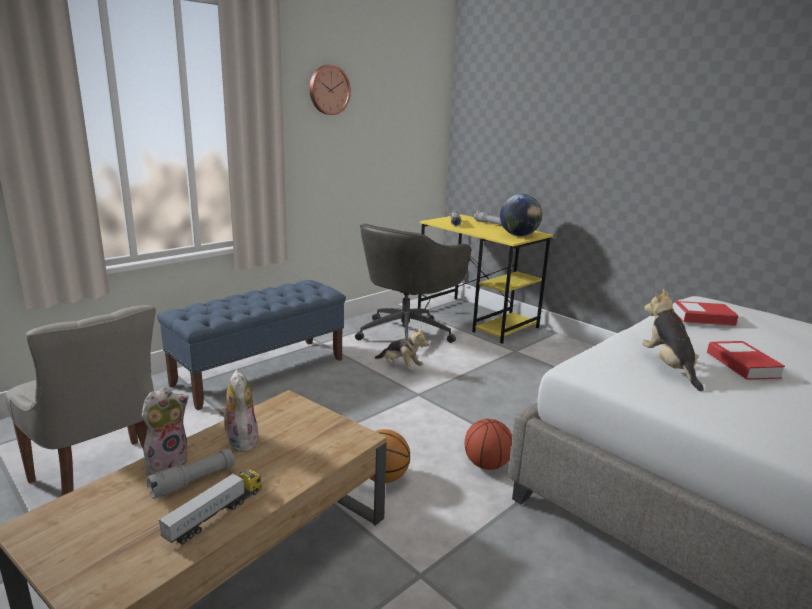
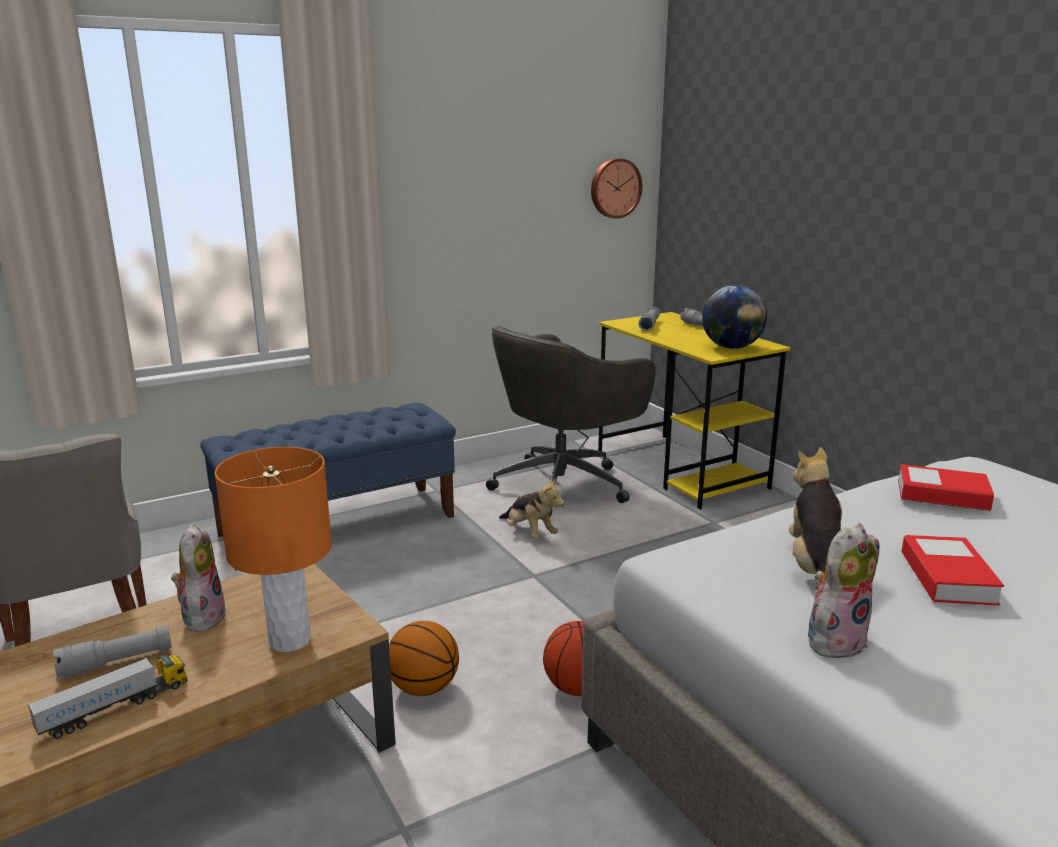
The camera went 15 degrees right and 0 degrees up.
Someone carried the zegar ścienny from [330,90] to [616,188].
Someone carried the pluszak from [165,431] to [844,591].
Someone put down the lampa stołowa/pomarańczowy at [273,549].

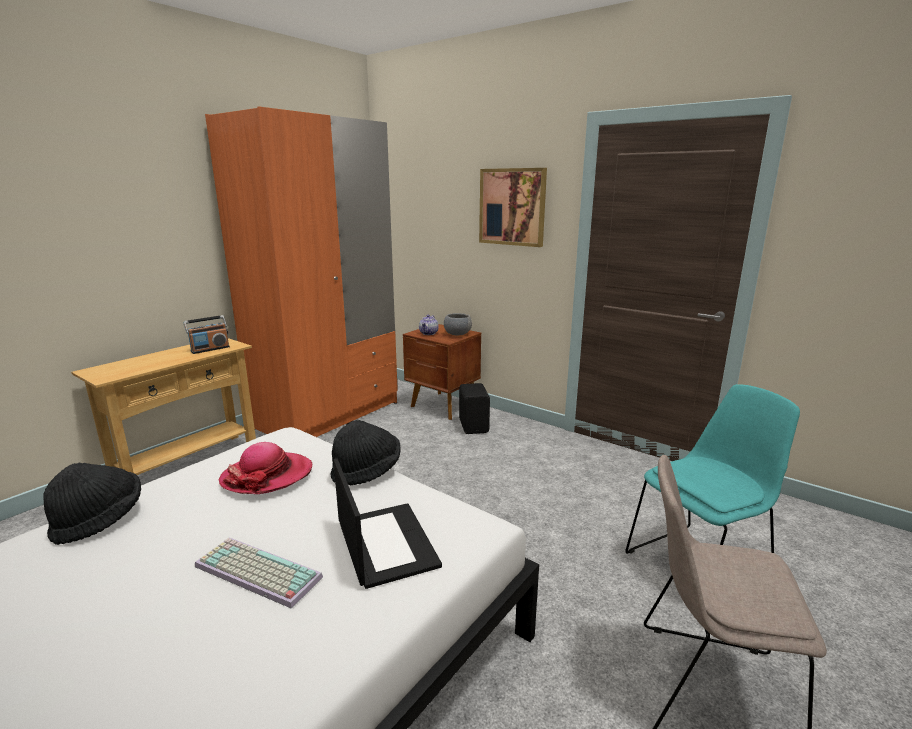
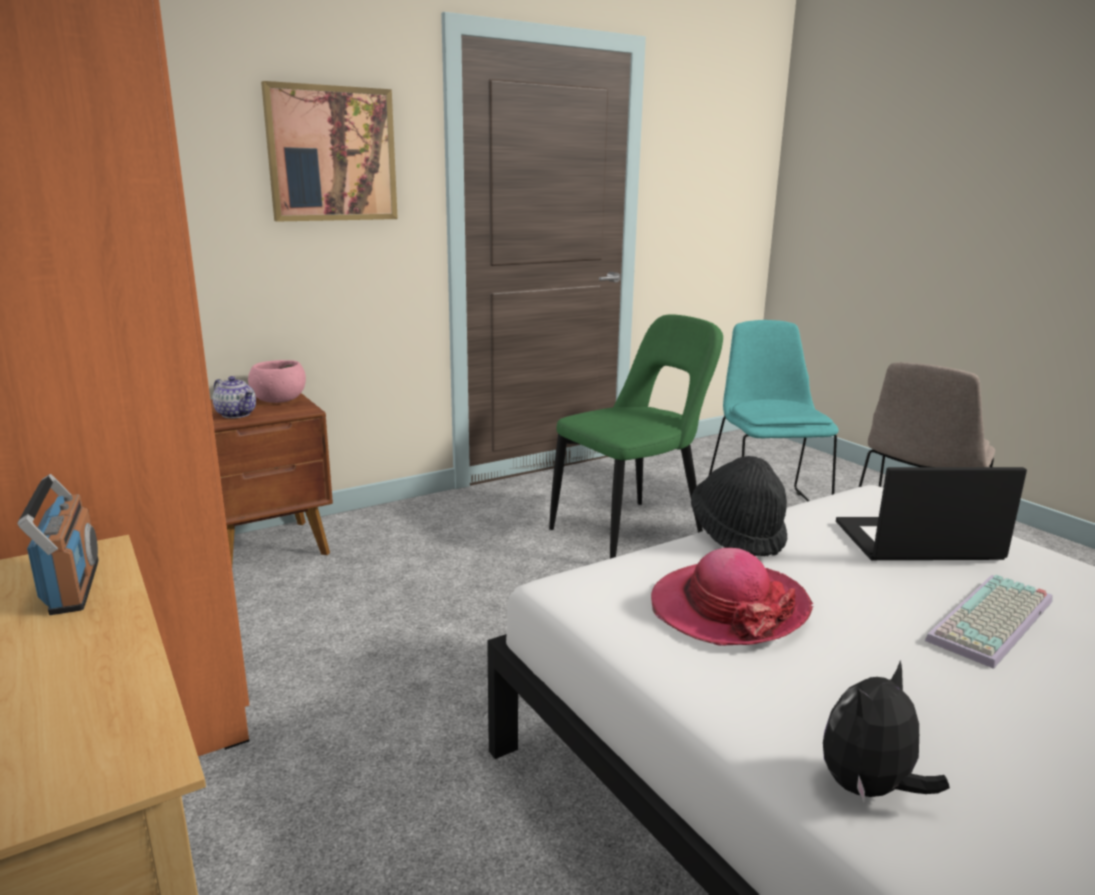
The camera went 70 degrees left and 0 degrees up.
Someone repainted the miska/szary at [458,324], which became the miska/różowy at [277,381].
Someone took away the głośnik/czarny at [474,408].
Someone swapped the kapelusz/czarny at [92,504] for the pluszak at [886,732].
Someone put down the krzesło/zielony at [636,436].

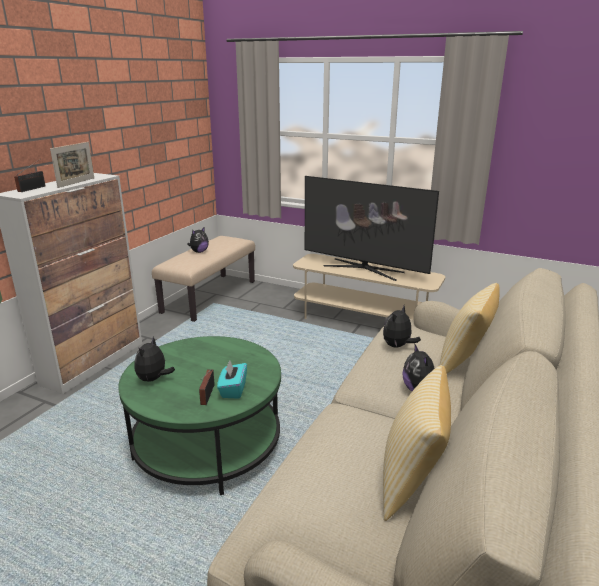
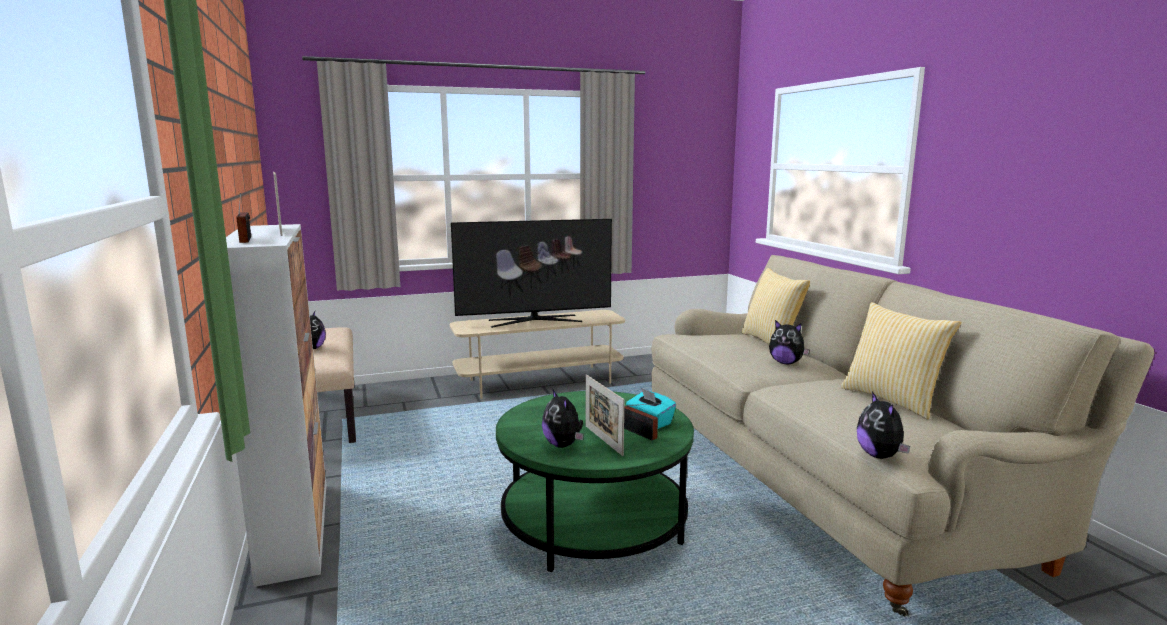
The camera went 45 degrees left and 10 degrees down.
Someone carried the pluszak from [402,327] to [883,425].
Someone put down the ramka na zdjęcie at [604,415].

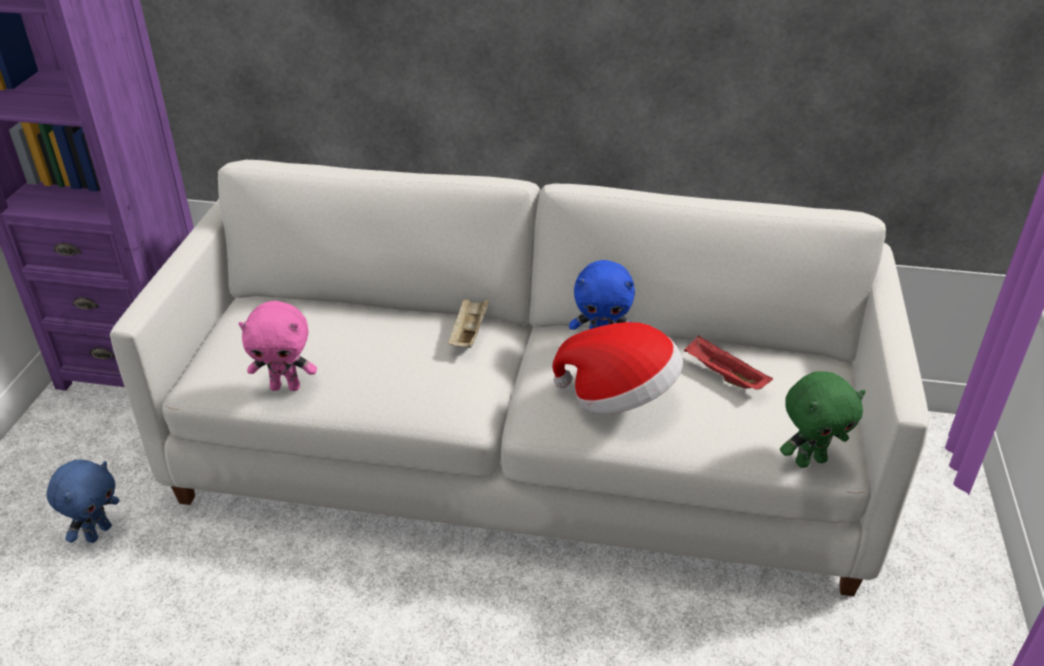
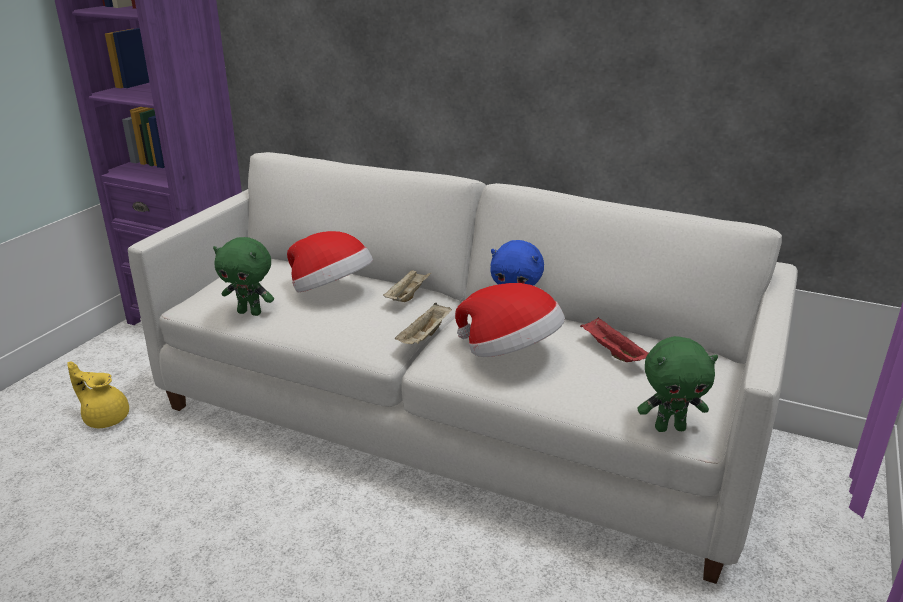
The camera went 15 degrees right and 10 degrees down.
Someone repainted the pluszak/różowy at [278,346], which became the pluszak/zielony at [243,276].
Someone swapped the pluszak/niebieski at [83,501] for the imbryk/żółty at [98,394].
Someone put down the kapelusz at [330,261].
Someone put down the taca/beżowy at [423,323].

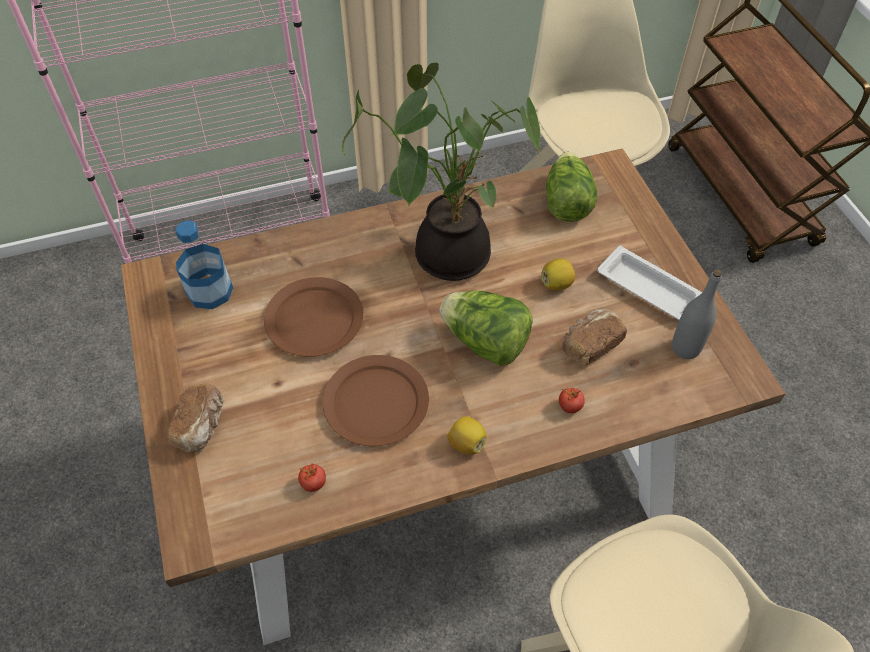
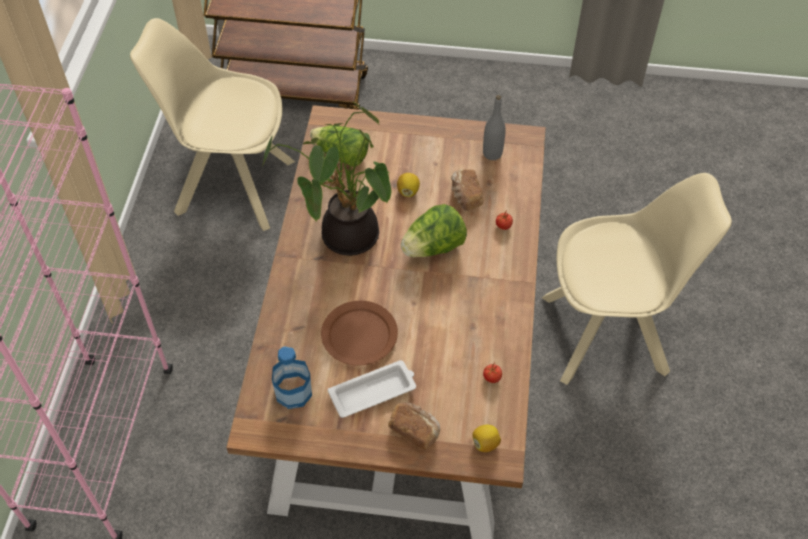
The camera went 65 degrees left and 0 degrees up.
Someone carried the taca/biały from [649,282] to [372,389].
Someone took away the talerz/brązowy at [376,401].
Someone carried the cytryna from [467,435] to [486,438].

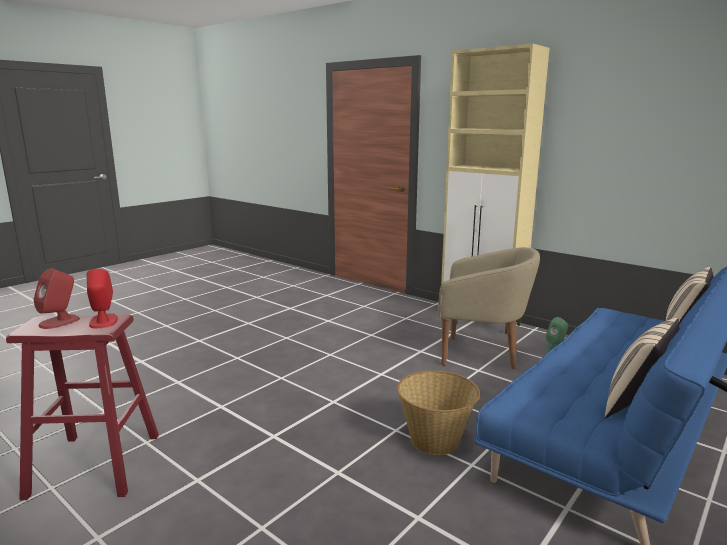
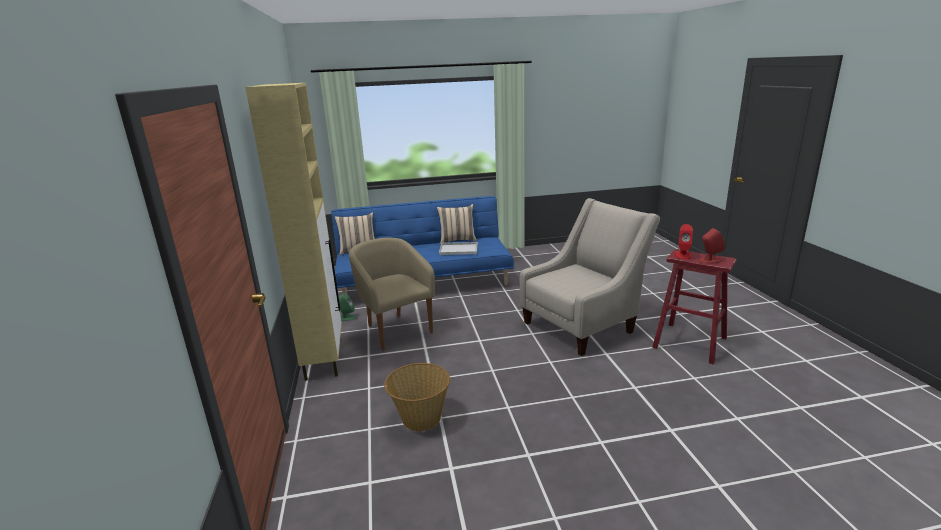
The camera went 140 degrees left and 5 degrees up.
Someone carried the koszyk from [438,412] to [417,397].
Someone put down the fotel/beżowy at [590,277].
Someone put down the taca/biały at [458,248].

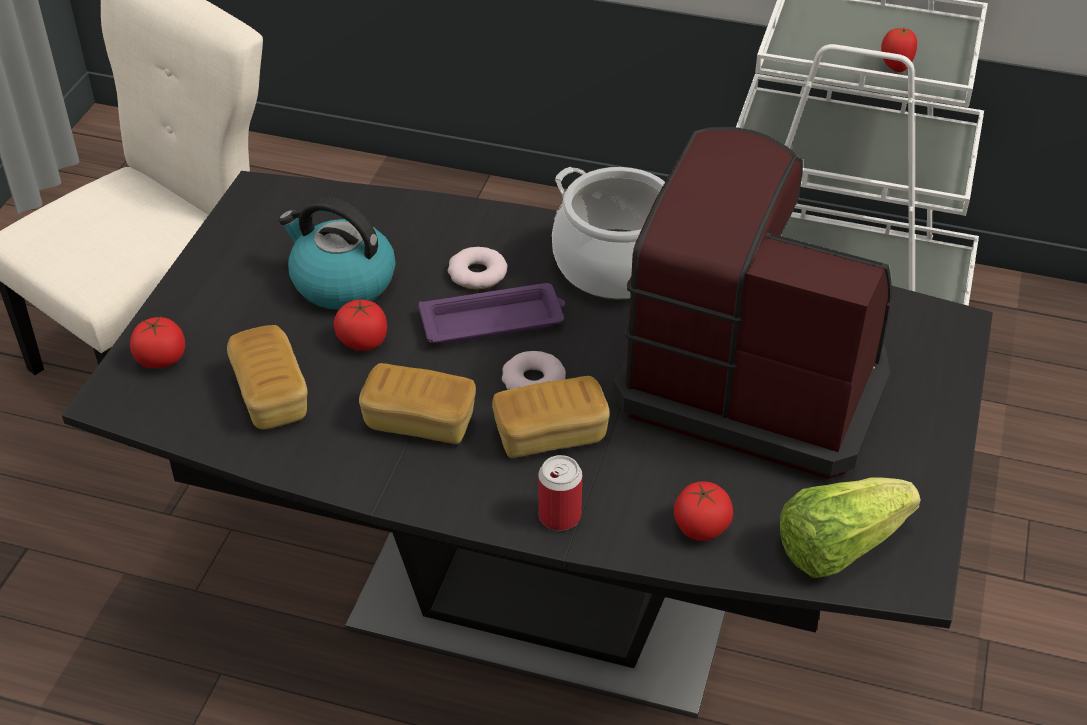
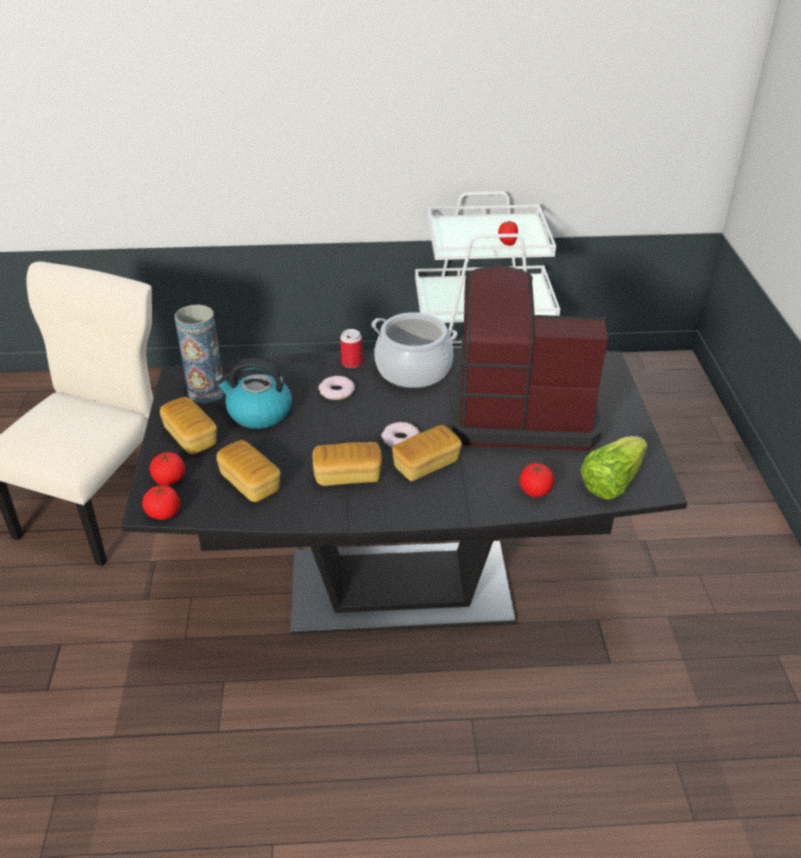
The camera went 20 degrees left and 5 degrees down.
Someone took away the taca/fioletowy at [491,313].
Someone carried the pomidor from [360,325] to [161,502].
Someone carried the puszka from [560,493] to [351,348].
Someone put down the wazon at [200,354].
Someone put down the chleb at [188,425].

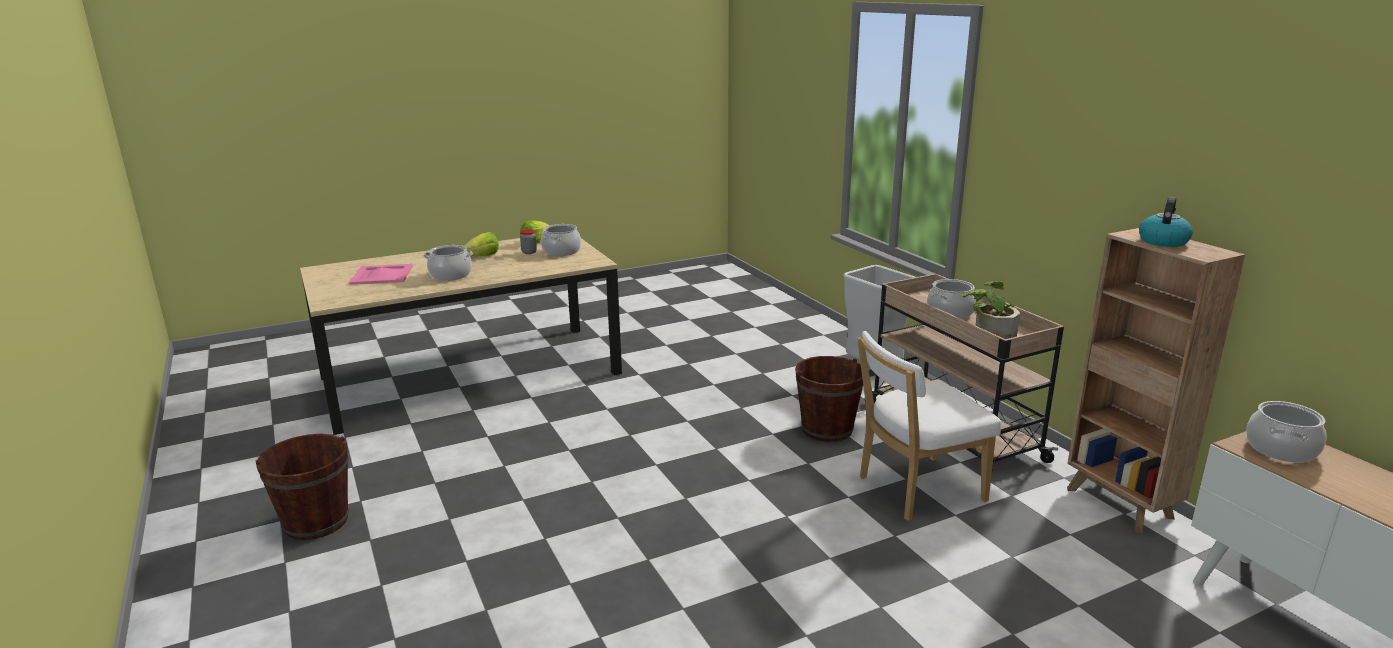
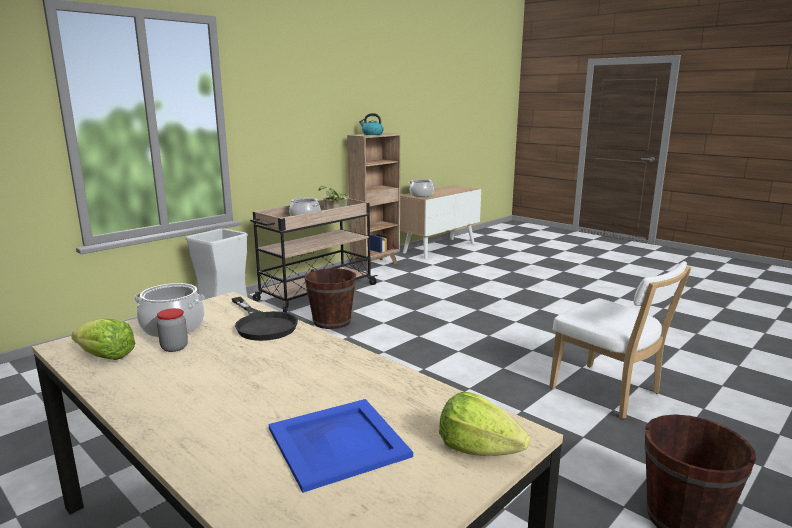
The camera went 110 degrees left and 5 degrees down.
Someone carried the sałata from [481,244] to [484,424].
Someone took away the garnek at [448,263].
Someone repainted the taca/różowy at [381,274], which became the taca/niebieski at [341,446].
Someone carried the krzesło/biały from [929,426] to [620,340].
Someone put down the patelnia/czarny at [265,319].

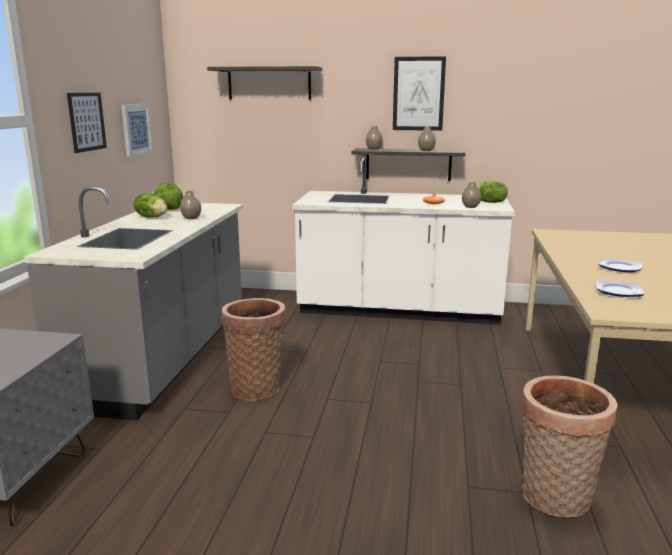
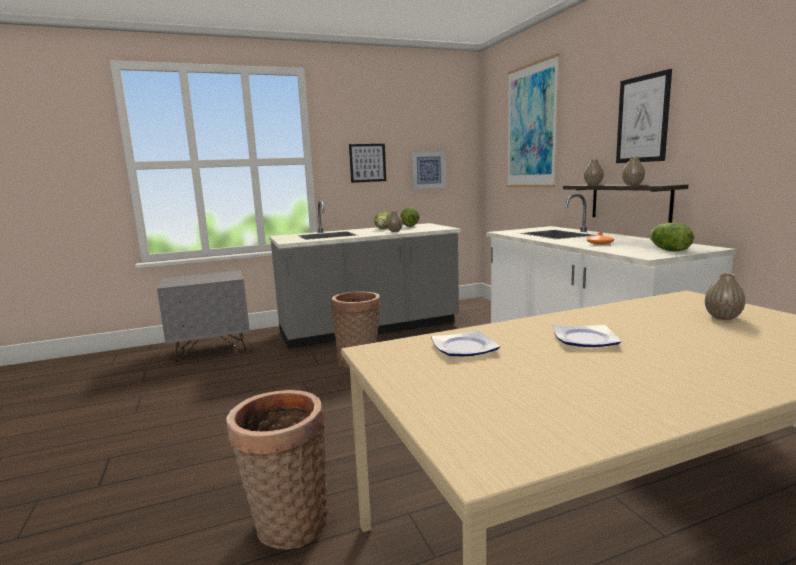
The camera went 60 degrees right and 5 degrees down.
Someone swapped the półka at [264,83] for the obraz at [533,120].
Someone carried the wazon from [471,195] to [725,296].

